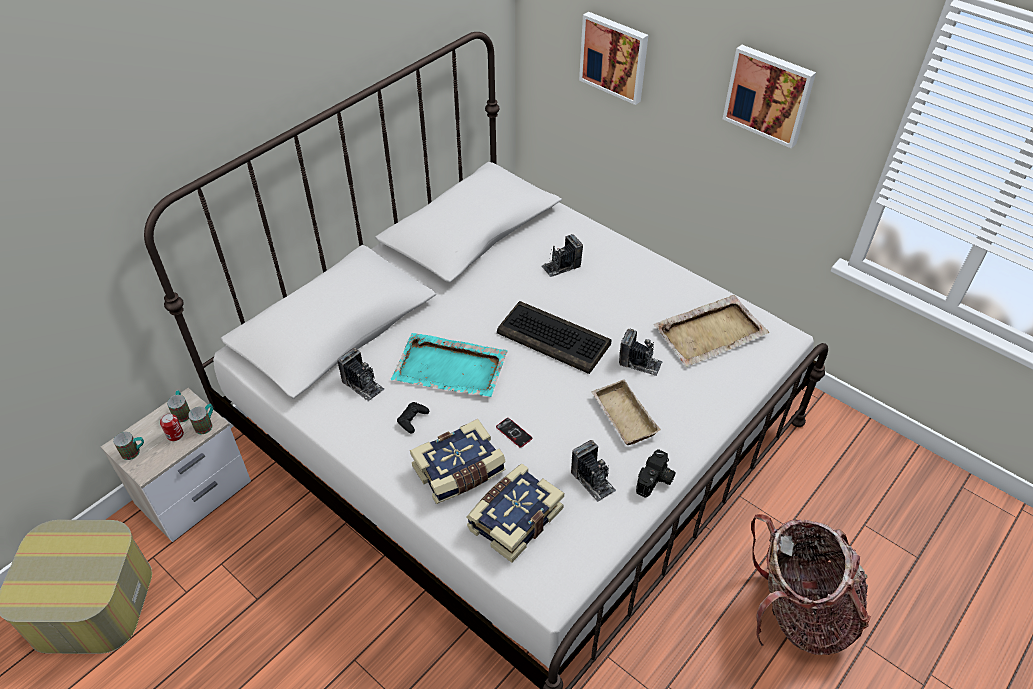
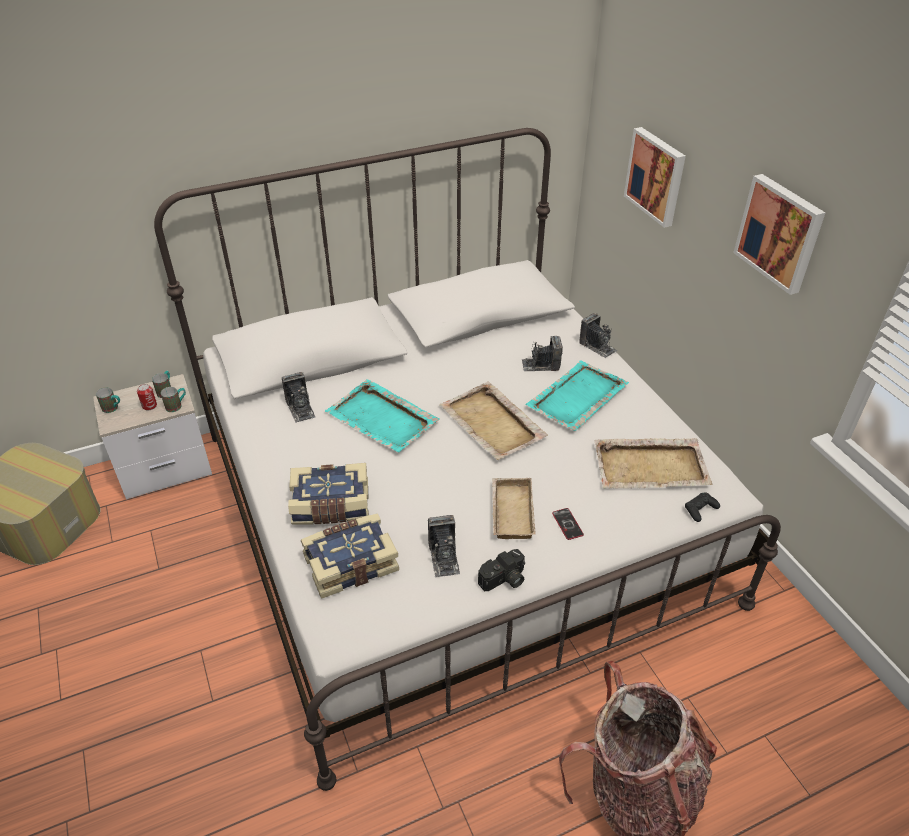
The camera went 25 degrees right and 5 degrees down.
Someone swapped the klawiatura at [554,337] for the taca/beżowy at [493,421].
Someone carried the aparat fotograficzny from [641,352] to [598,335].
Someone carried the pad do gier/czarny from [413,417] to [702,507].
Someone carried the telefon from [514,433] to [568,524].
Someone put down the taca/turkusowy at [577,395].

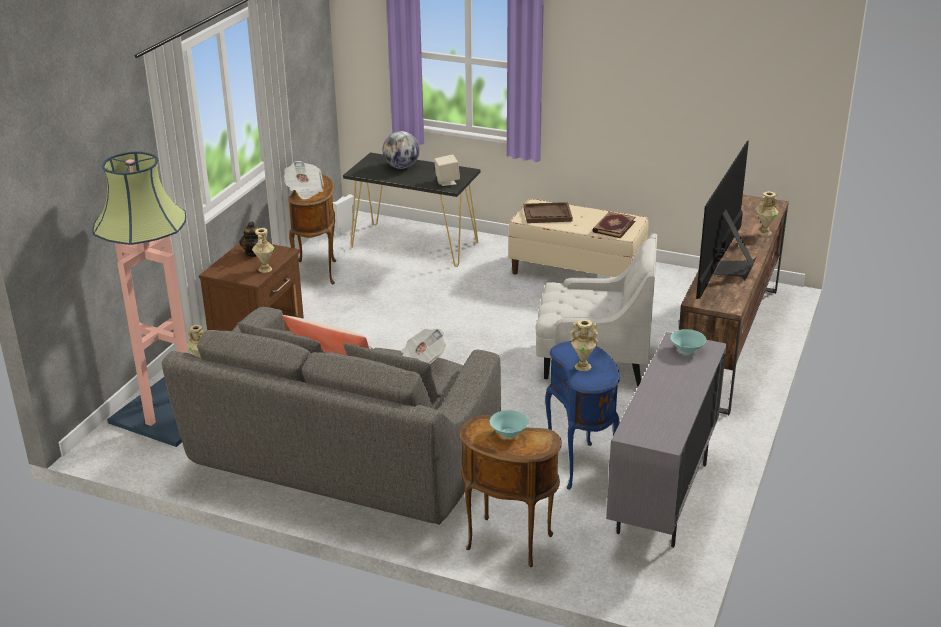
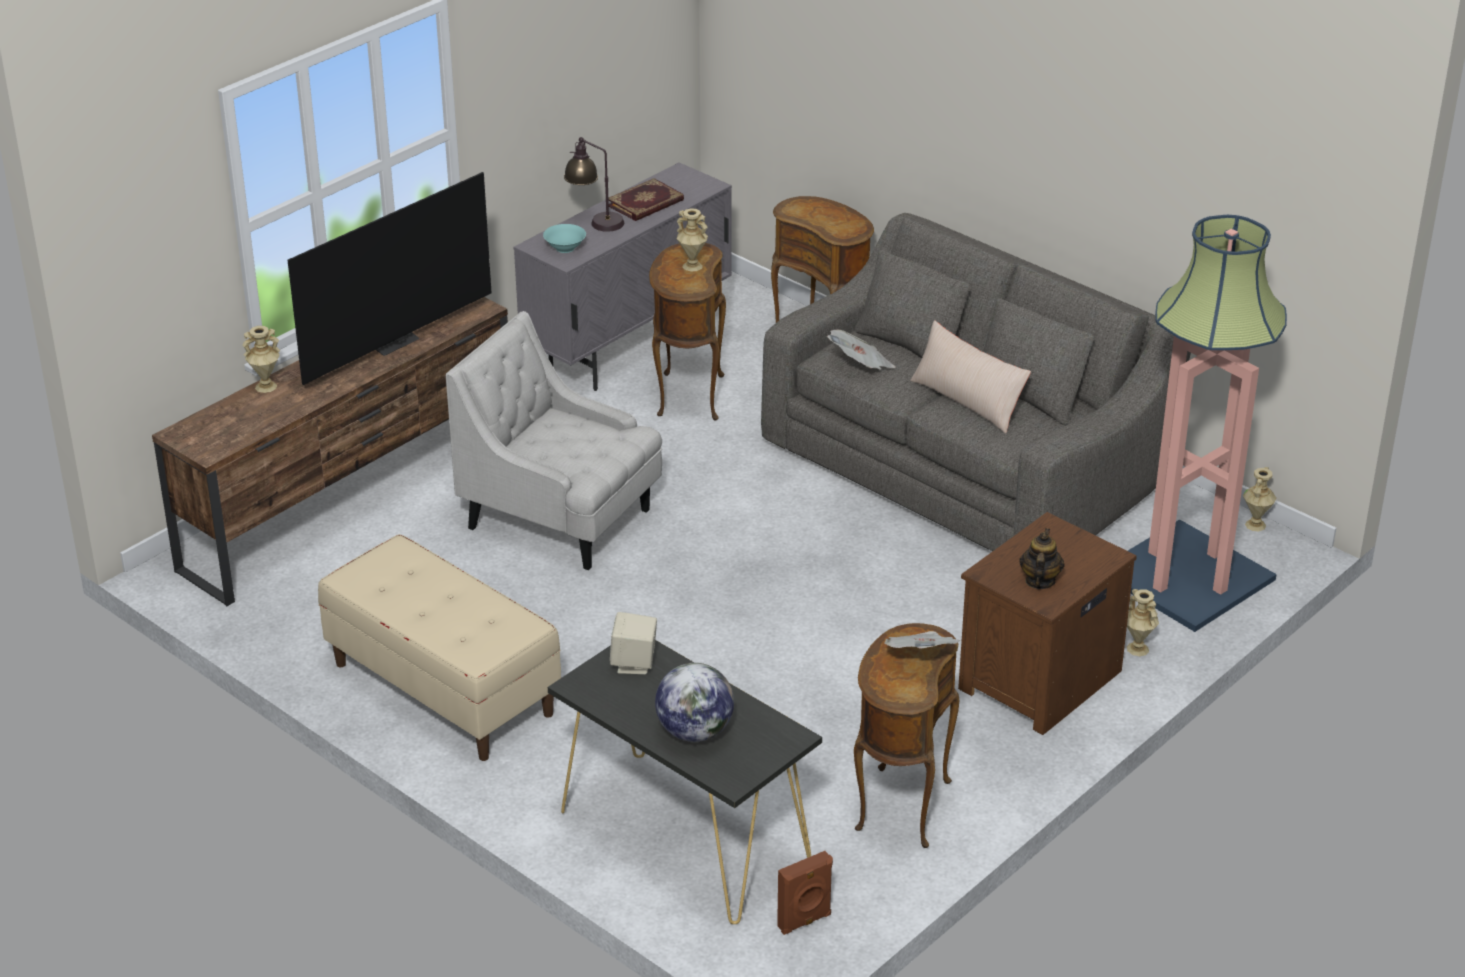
The camera went 160 degrees left and 5 degrees up.
Someone repainted the głośnik/biały at [344,215], which became the głośnik/brązowy at [805,893].
Someone took away the taca/brązowy at [548,212].
Someone carried the książka from [614,225] to [646,199].
Someone carried the wazon/beżowy from [263,250] to [1260,499].
Someone repainted the stolik/niebieski at [582,415], which became the stolik/brązowy at [687,332].
Someone took away the miska/turkusowy at [509,424].
Someone put down the lampa stołowa at [594,184].

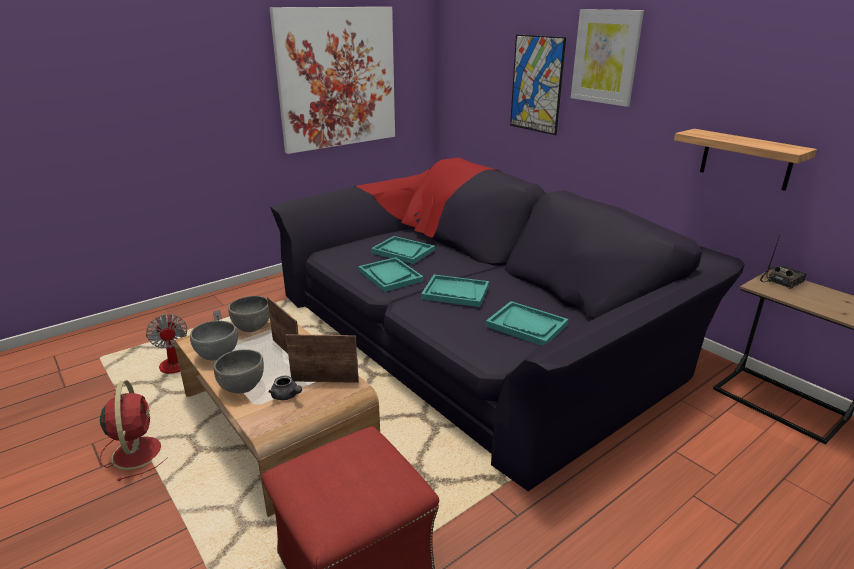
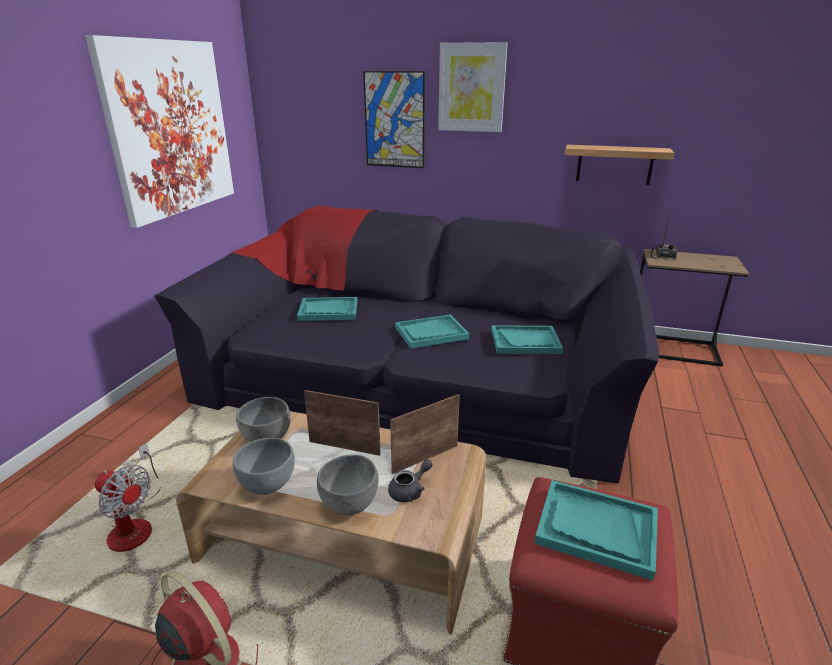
The camera went 35 degrees left and 0 degrees up.
Someone carried the taca/turkusowy from [391,274] to [596,530].
Someone rotated the imbryk/szary at [285,388] by 45 degrees counterclockwise.

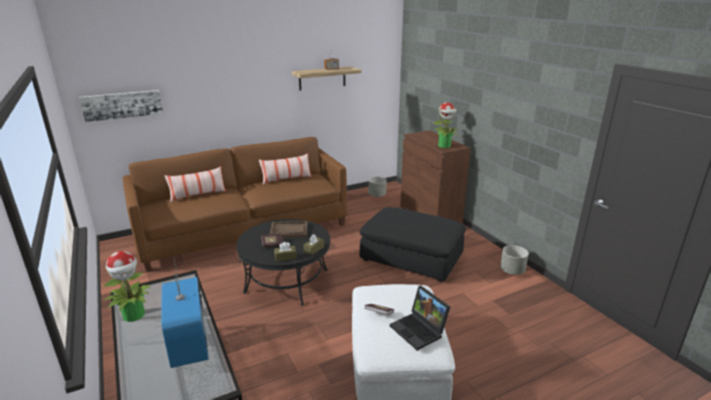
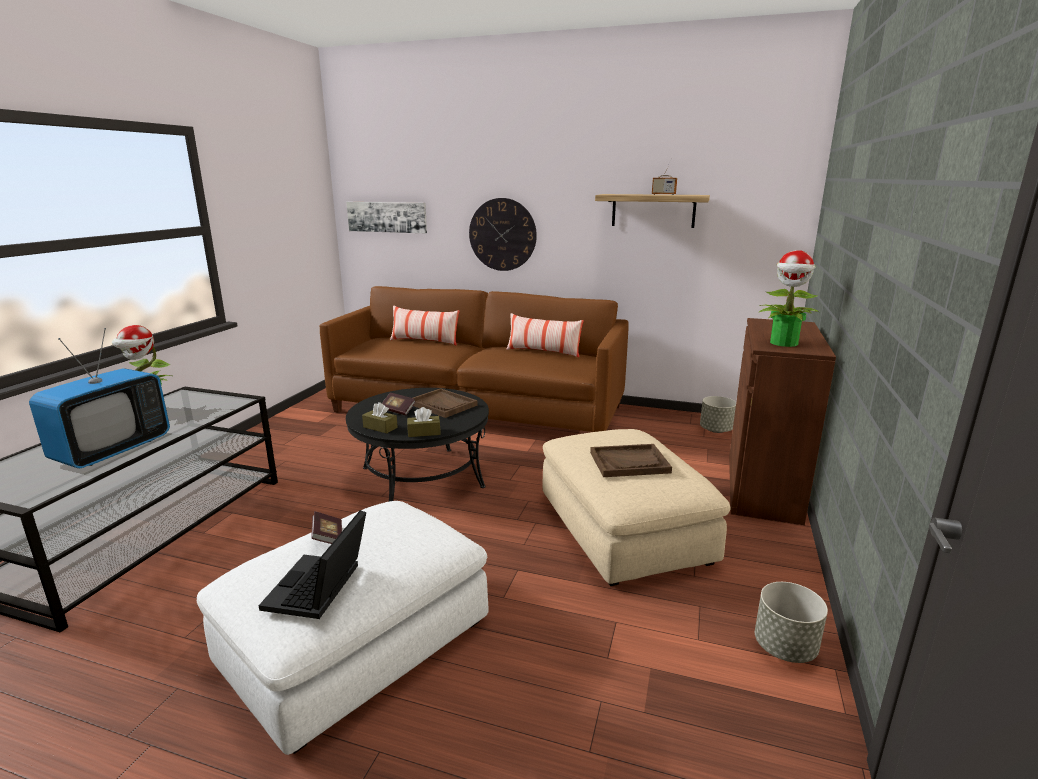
The camera went 45 degrees right and 5 degrees down.
Someone repainted the pufa/czarny at [412,244], which became the pufa/beżowy at [636,507].
Someone put up the zegar ścienny at [503,234].
Someone put down the taca/brązowy at [631,460].

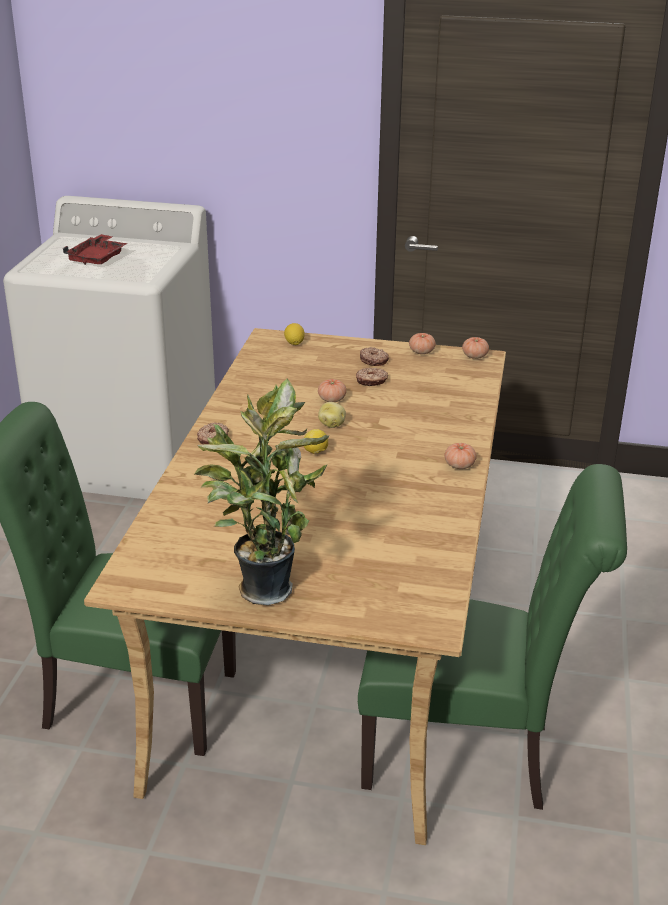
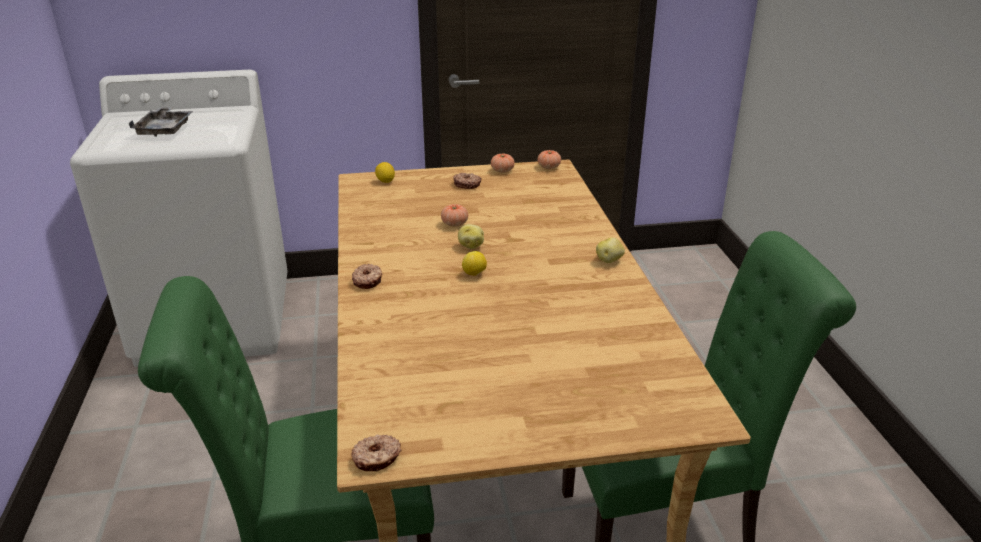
The camera went 20 degrees left and 0 degrees up.
Someone repainted the taca/czerwony at [95,249], which became the taca/szary at [161,122].
Someone carried the donut from [372,377] to [376,452].
Someone took away the roślina doniczkowa at [262,491].
Someone swapped the pomidor at [460,456] for the ziemniak at [610,250].

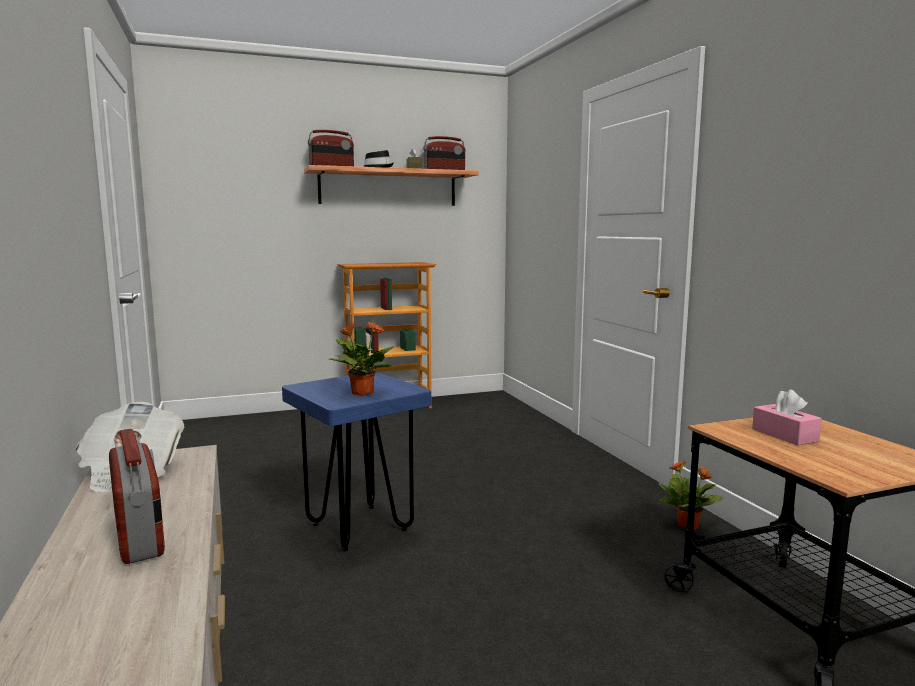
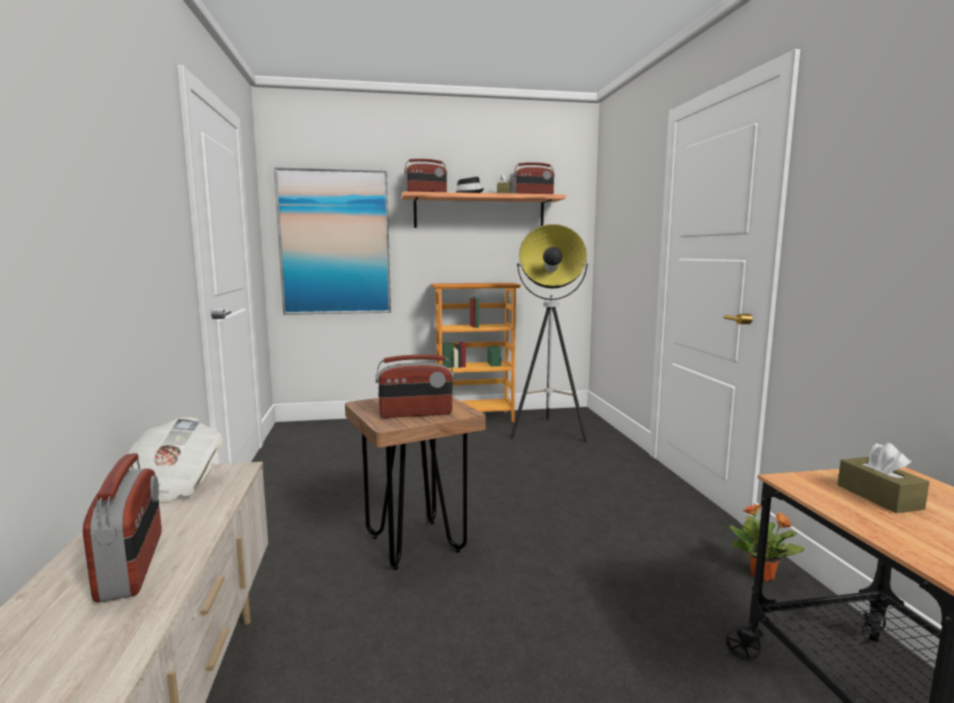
The camera went 10 degrees right and 0 degrees up.
Someone swapped the roślina doniczkowa at [361,359] for the radio at [415,386].
Someone repainted the stołek/niebieski at [356,461], which became the stołek/brązowy at [415,483].
Someone repainted the pudełko chusteczek/różowy at [787,417], which became the pudełko chusteczek/brązowy at [883,478].
Someone put up the obraz at [332,241].
Someone put down the lampa stojąca at [549,333].

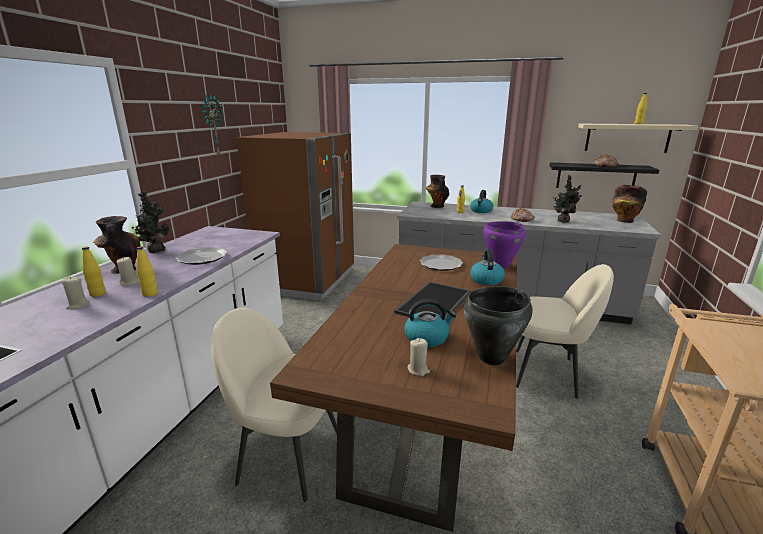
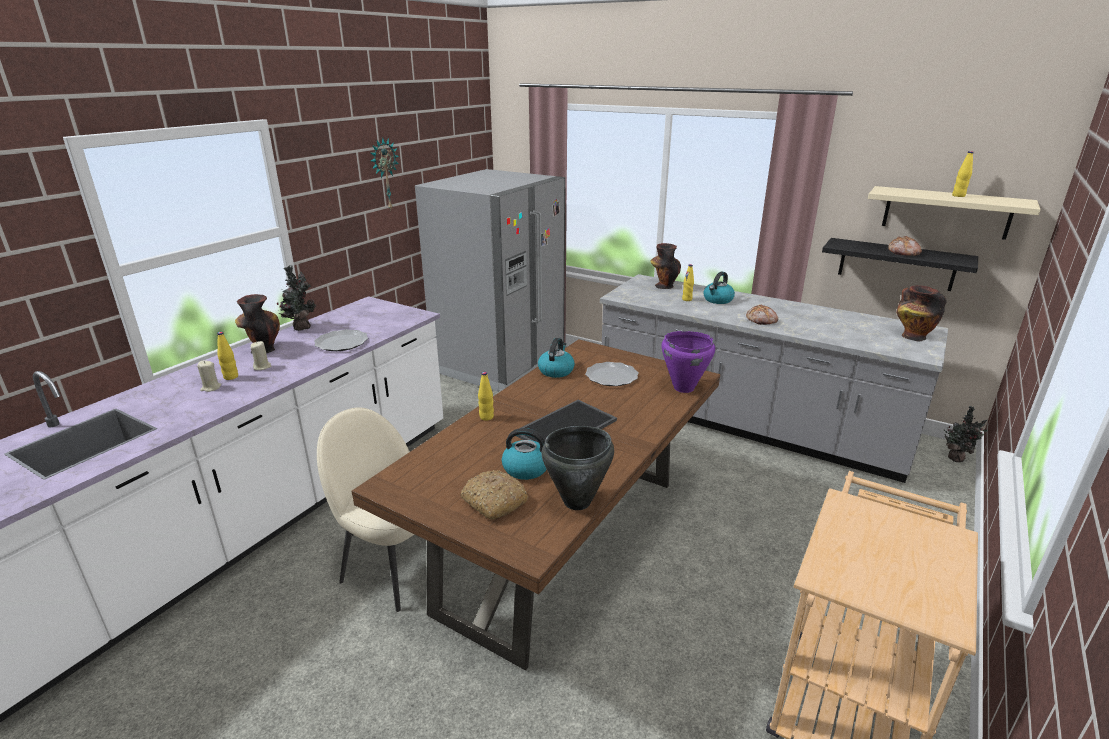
The camera went 15 degrees right and 5 degrees up.
Someone repainted the lodówka/brązowy at [295,216], which became the lodówka/szary at [490,280].
Someone carried the roślina doniczkowa from [567,199] to [966,434].
Someone carried the butelka/żółty from [147,271] to [486,396].
Someone carried the czajnik from [487,267] to [556,358].
Someone took away the krzesło/beżowy at [565,331].
Someone swapped the świeca/beżowy at [419,357] for the chleb at [494,494].

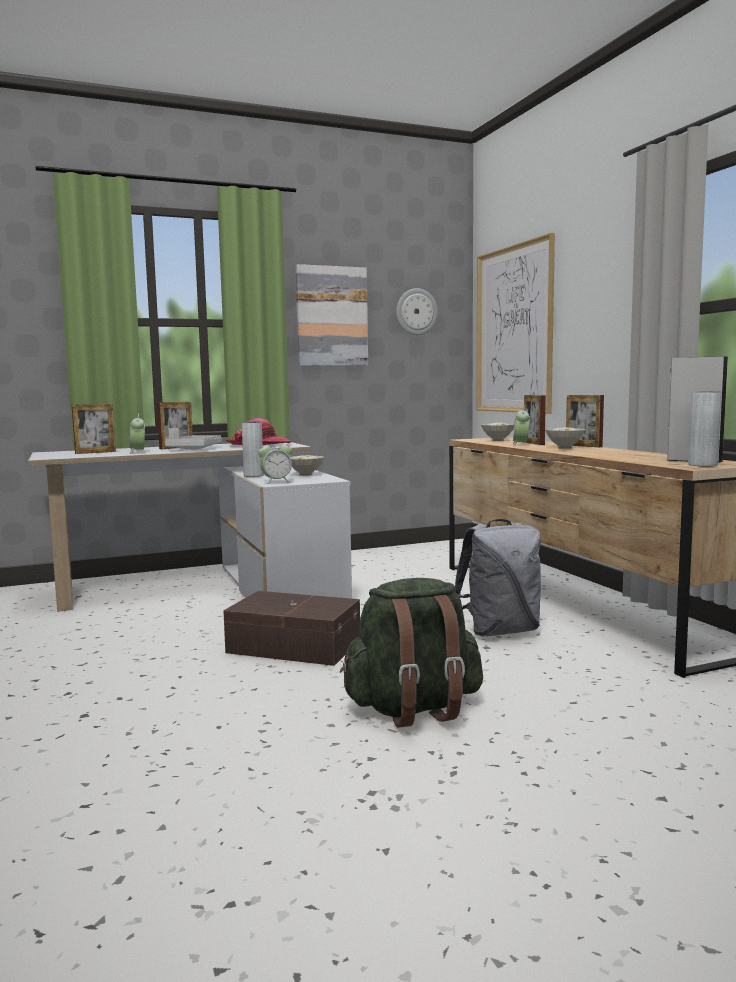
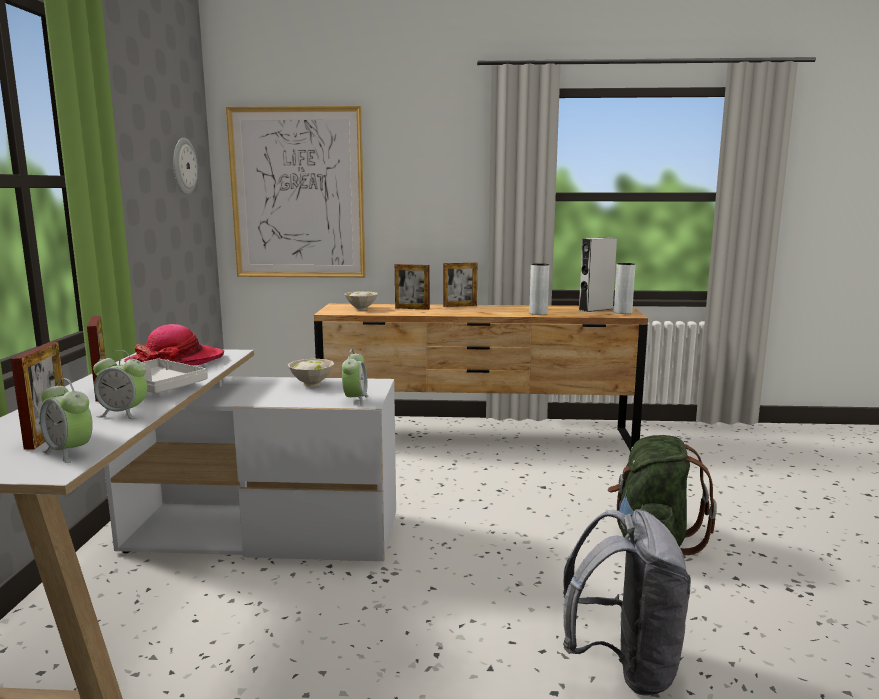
The camera went 65 degrees left and 5 degrees up.
Someone took away the obraz at [332,315].
Someone carried the budzik from [521,426] to [66,420].
Someone carried the wazon/szary from [253,449] to [539,289].
Someone took away the miska/biały at [565,438].
Someone carried the plecak/szary from [497,577] to [627,602].
Someone took away the pojemnik do przechowywania/brązowy at [291,628].

